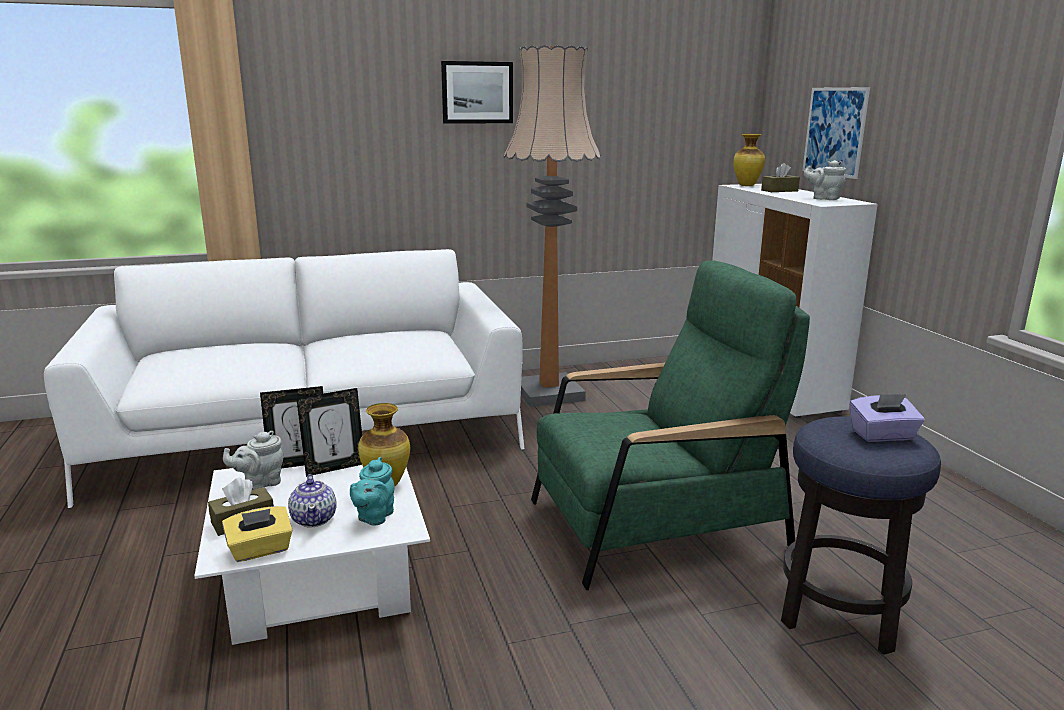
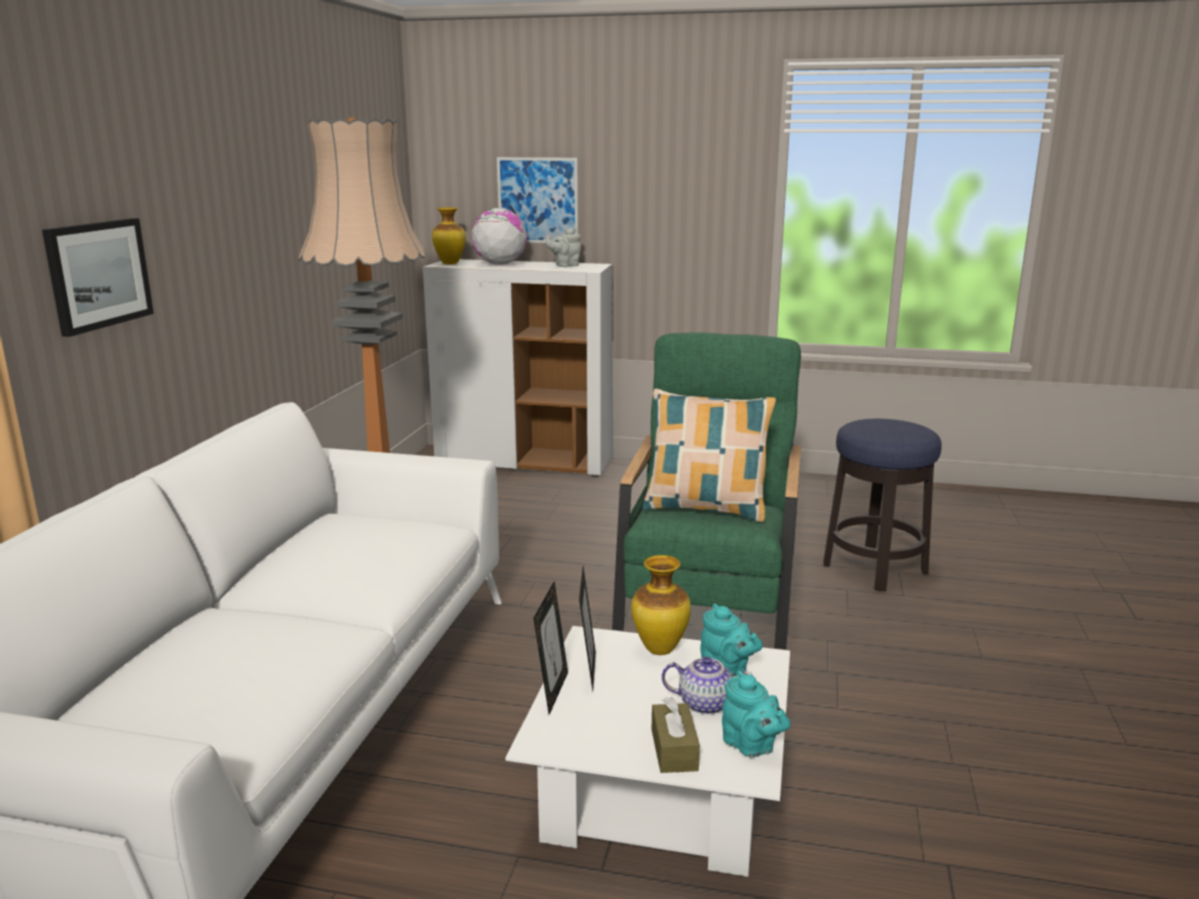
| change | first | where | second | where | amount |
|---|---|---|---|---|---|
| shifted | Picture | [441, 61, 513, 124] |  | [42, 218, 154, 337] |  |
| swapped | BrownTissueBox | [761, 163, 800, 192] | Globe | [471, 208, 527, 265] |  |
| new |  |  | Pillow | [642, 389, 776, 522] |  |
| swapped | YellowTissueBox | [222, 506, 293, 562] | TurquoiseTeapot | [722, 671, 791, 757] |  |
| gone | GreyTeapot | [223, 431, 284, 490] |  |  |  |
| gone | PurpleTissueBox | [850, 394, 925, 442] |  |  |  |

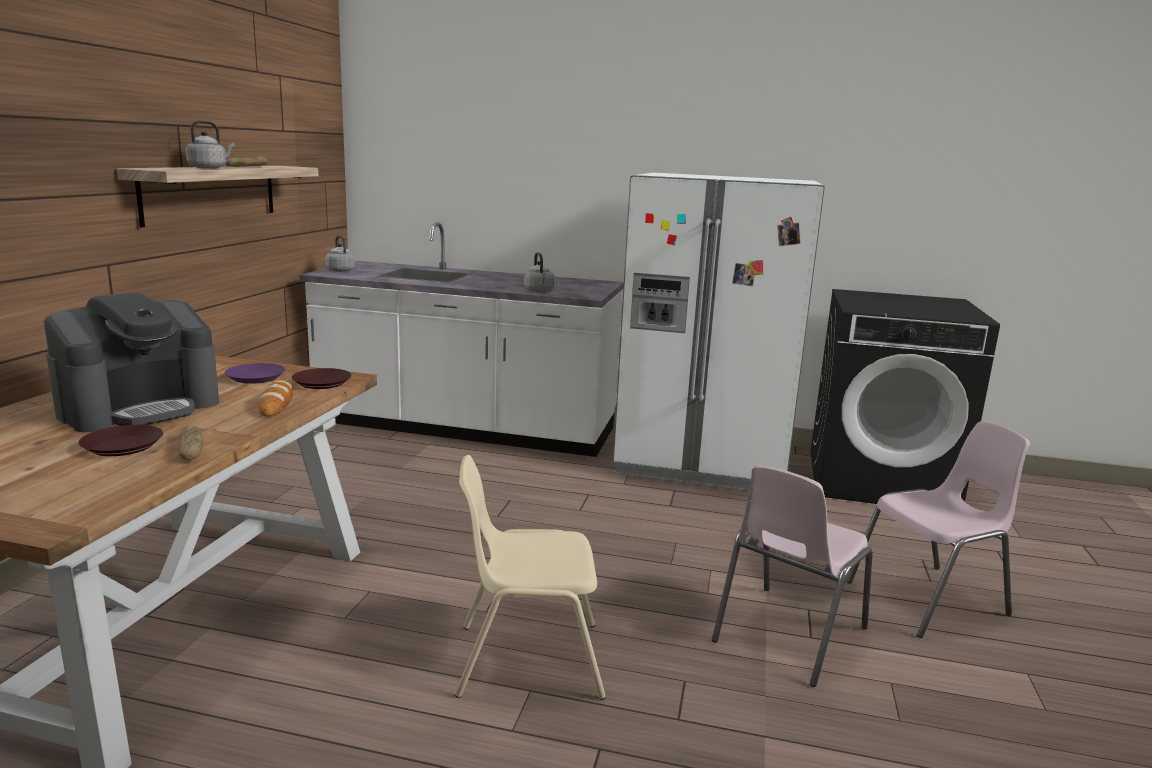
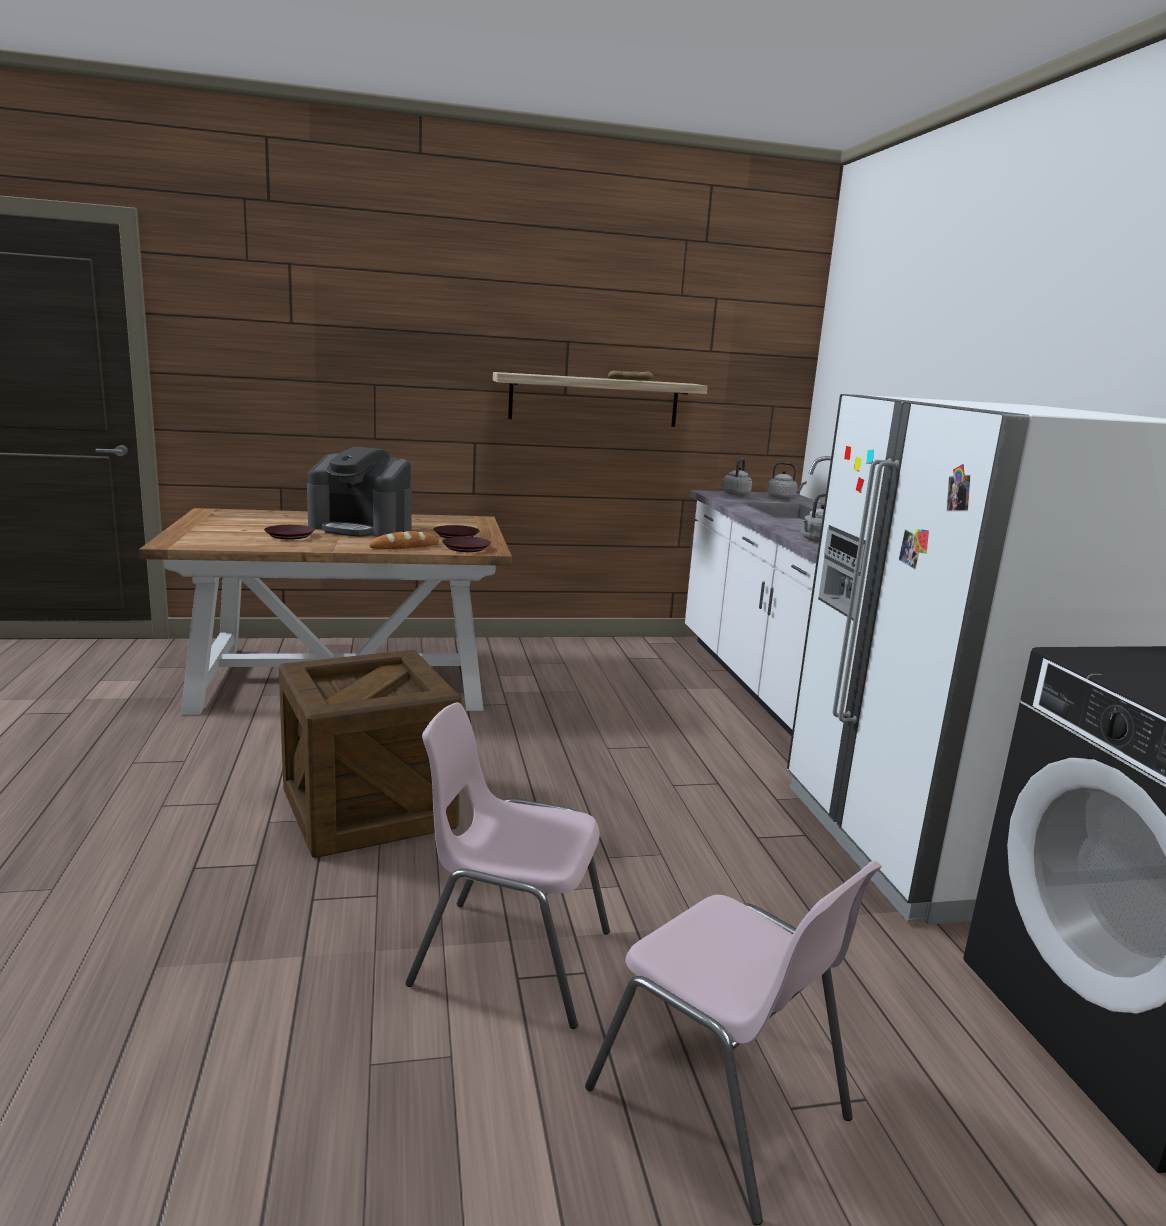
| change | first | where | second | where | amount |
|---|---|---|---|---|---|
| swapped | BeigeChair | [455, 455, 606, 700] | Crate | [279, 650, 462, 858] |  |
| repainted | PurplePlate | [225, 363, 285, 384] | BrownPlate | [433, 525, 480, 538] |  |
| shifted | GreyKettle | [185, 120, 235, 169] |  | [767, 462, 807, 500] |  |
| gone | Bread | [178, 426, 203, 460] |  |  |  |

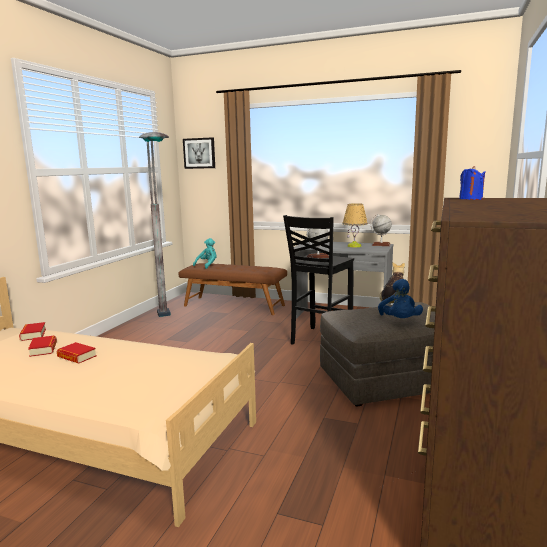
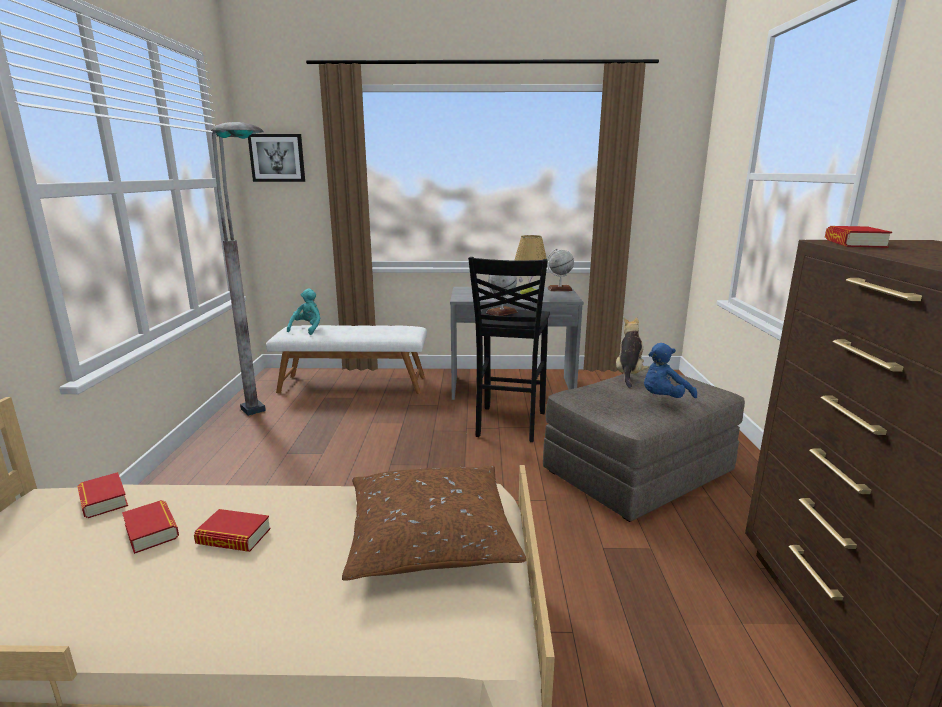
| change | first | where | second | where | amount |
|---|---|---|---|---|---|
| repainted | BrownBench | [179, 263, 287, 315] | WhiteBench | [266, 325, 427, 394] |  |
| new |  |  | BrownPillow | [342, 465, 526, 581] |  |
| rotated | BluePlushToy | [378, 279, 423, 318] |  | [644, 343, 697, 398] | 75 degrees clockwise |
| swapped | BlueCandle | [459, 166, 486, 200] | Book | [825, 226, 892, 248] |  |

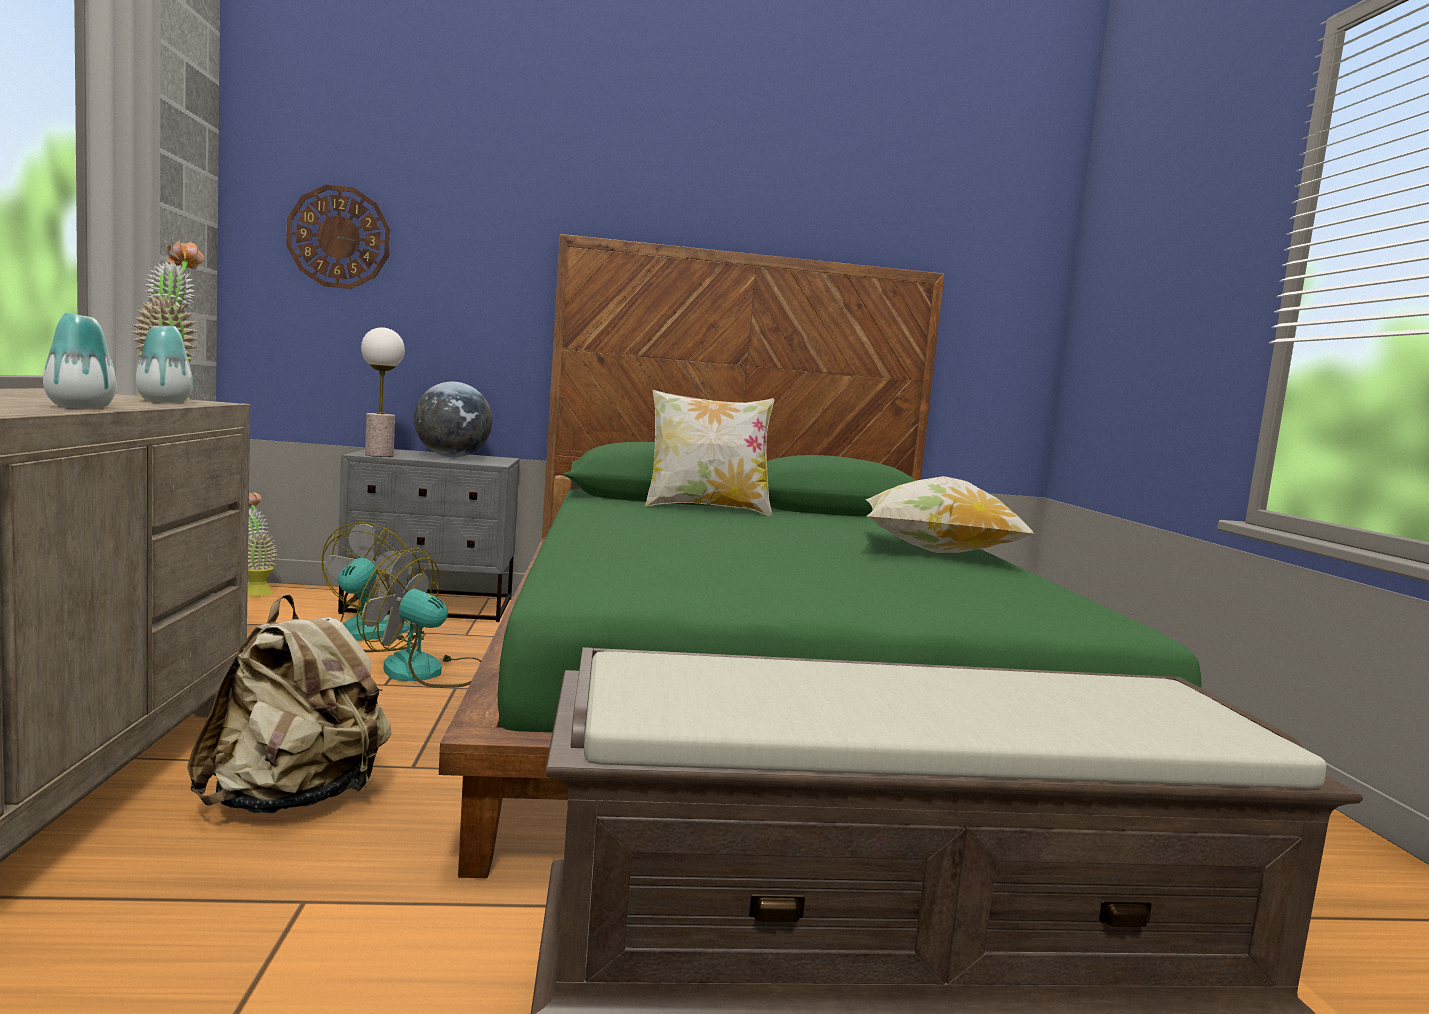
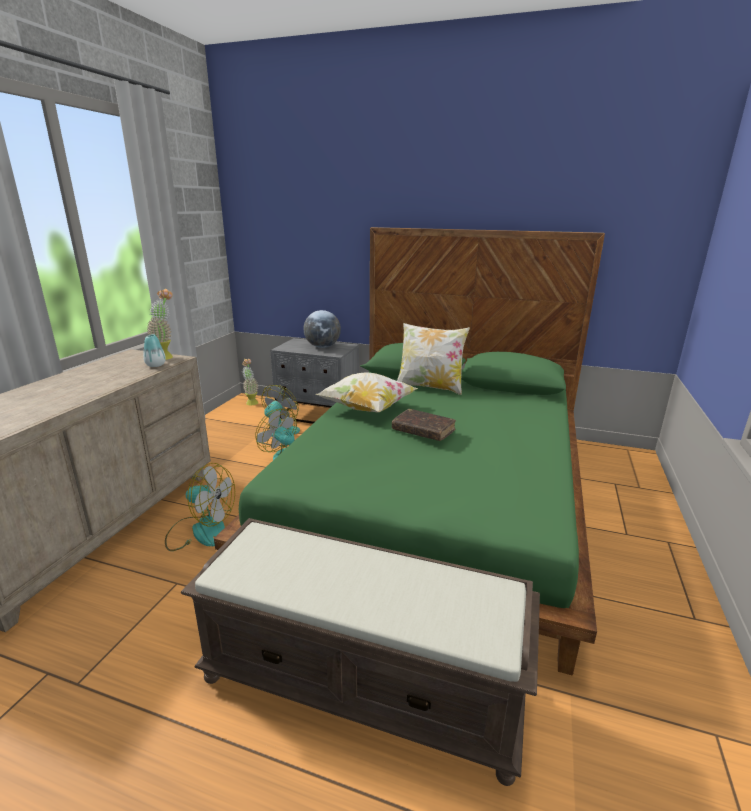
| change | first | where | second | where | amount |
|---|---|---|---|---|---|
| swapped | BeigeBackpack | [187, 594, 391, 813] | Fan | [165, 463, 235, 551] |  |
| shifted | Pillow | [866, 476, 1035, 553] |  | [315, 372, 418, 413] |  |
| new |  |  | BrownBook | [392, 409, 456, 441] |  |
| gone | Vase | [43, 312, 117, 408] |  |  |  |
| gone | WallClock | [286, 185, 390, 289] |  |  |  |
| gone | TableLamp | [361, 327, 405, 457] |  |  |  |

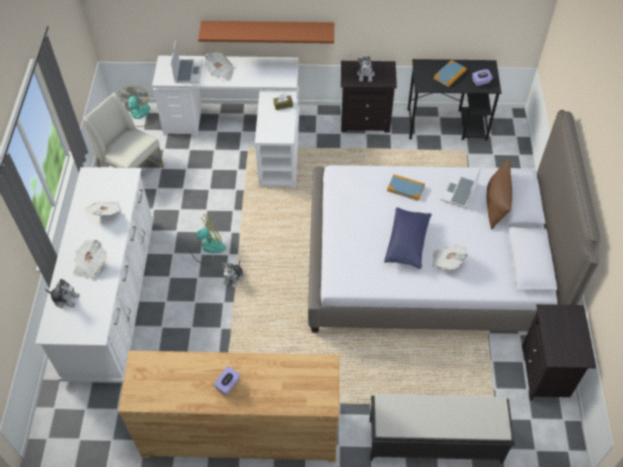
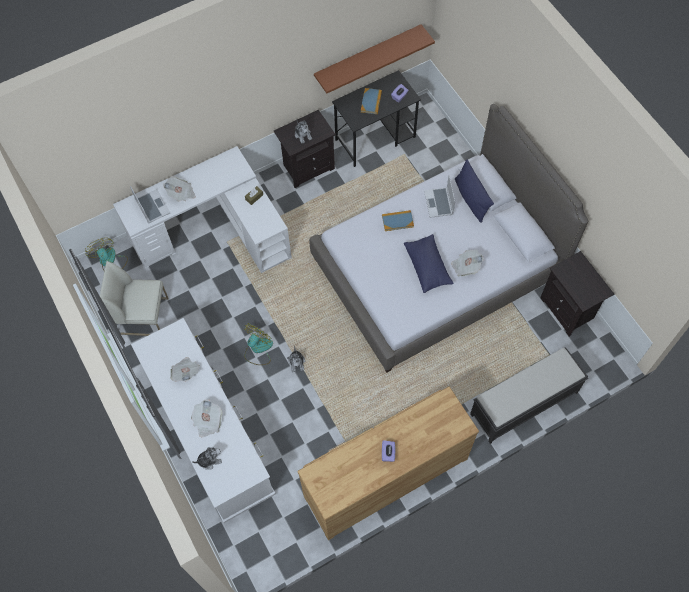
| change | first | where | second | where | amount |
|---|---|---|---|---|---|
| shifted | BrownShelf | [198, 21, 334, 44] |  | [314, 24, 435, 94] |  |
| repainted | BrownPillow | [486, 158, 512, 230] | BluePillow | [455, 160, 494, 223] |  |

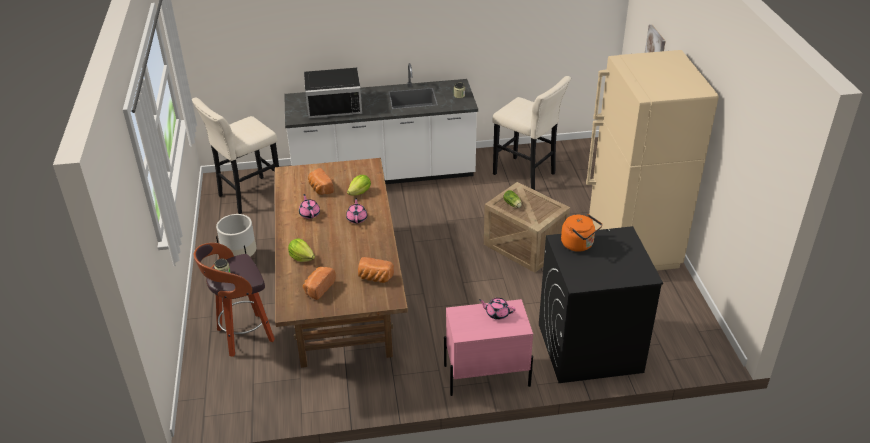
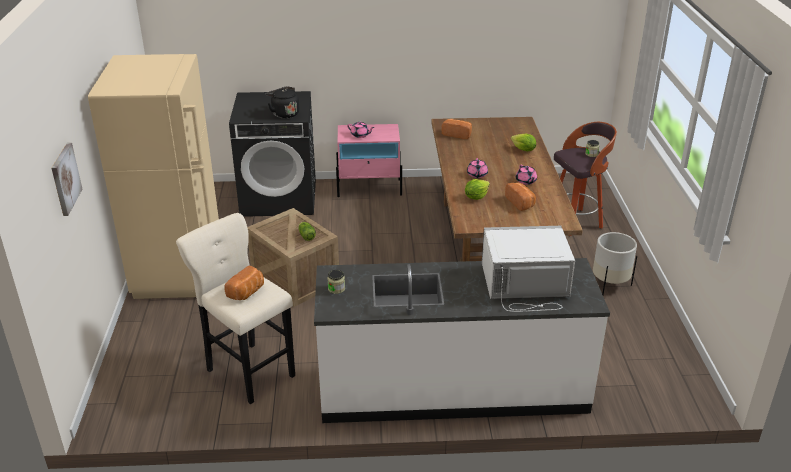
| change | first | where | second | where | amount |
|---|---|---|---|---|---|
| shifted | Bread | [303, 267, 336, 300] |  | [225, 266, 264, 300] |  |
| repainted | OrangeKettle | [561, 214, 602, 252] | BlackKettle | [266, 86, 300, 118] |  |
| repainted | BlackMicrowave | [304, 68, 362, 118] | WhiteMicrowave | [482, 226, 575, 312] |  |
| gone | BeigeStool | [192, 97, 279, 214] |  |  |  |

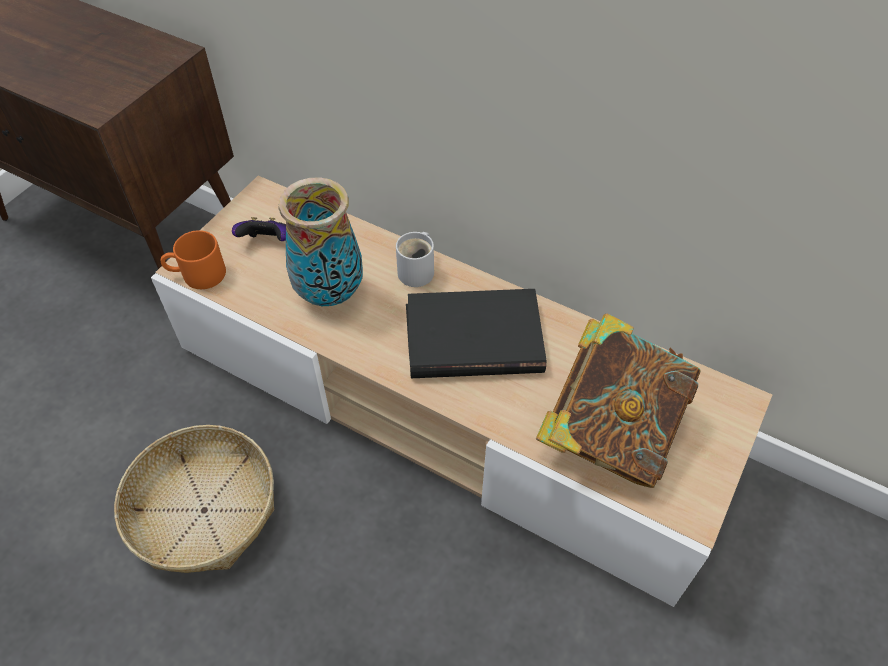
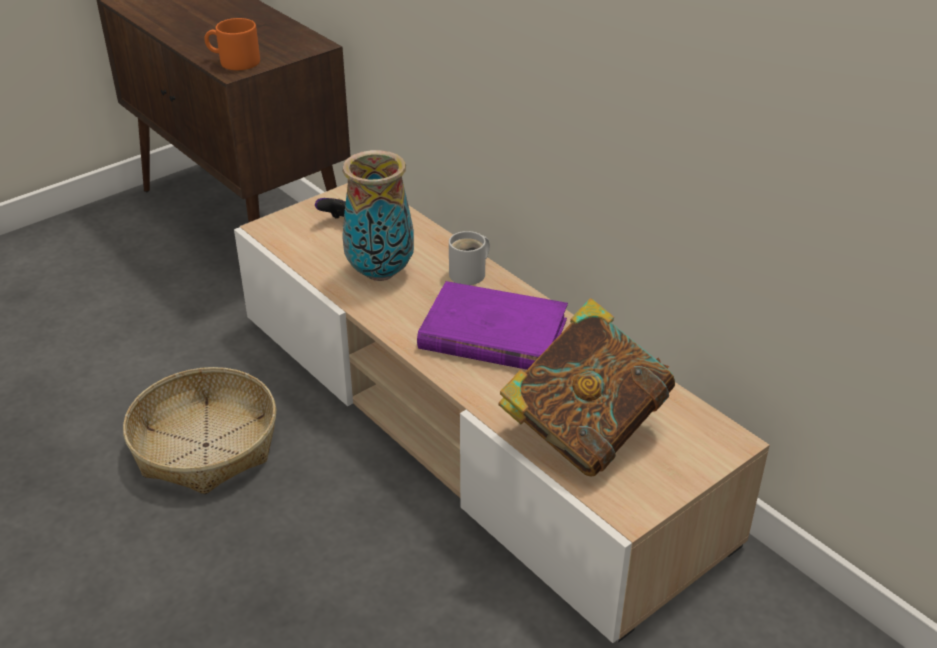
| change | first | where | second | where | amount |
|---|---|---|---|---|---|
| shifted | OrangeMug | [161, 230, 226, 289] |  | [205, 18, 260, 70] |  |
| repainted | BlackBook | [406, 289, 546, 378] | PurpleBook | [417, 281, 568, 370] |  |

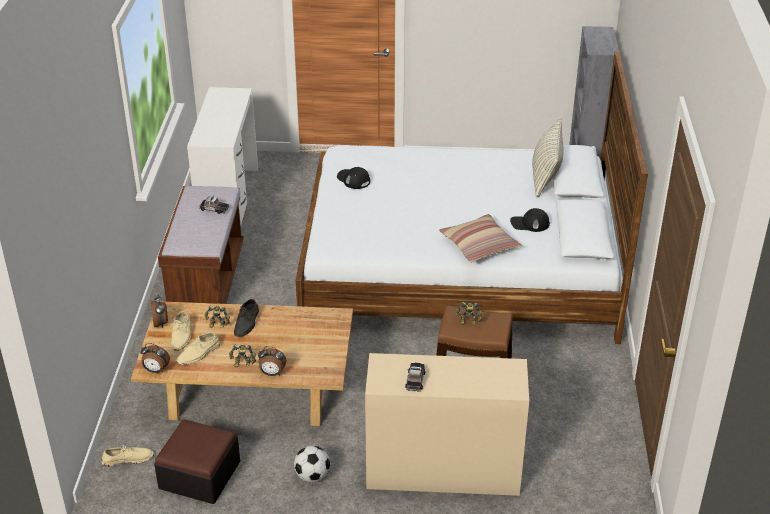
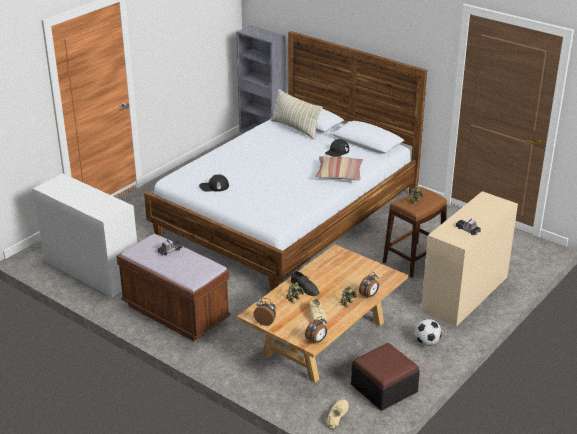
| change | first | where | second | where | amount |
|---|---|---|---|---|---|
| gone | BeigeShoe | [171, 311, 191, 351] |  |  |  |

